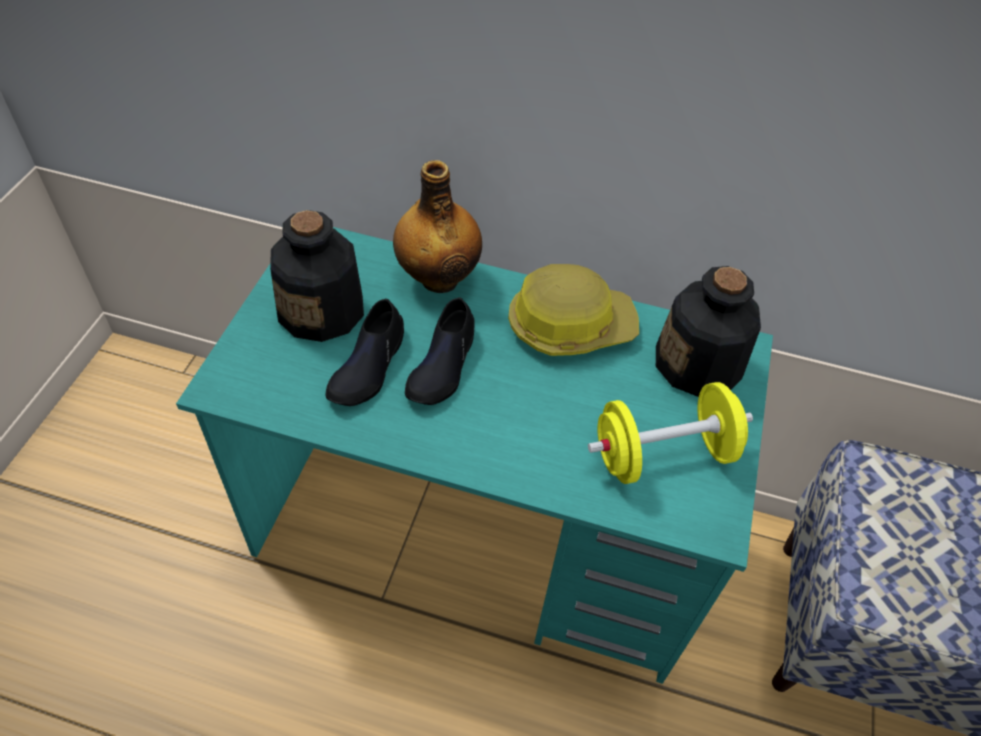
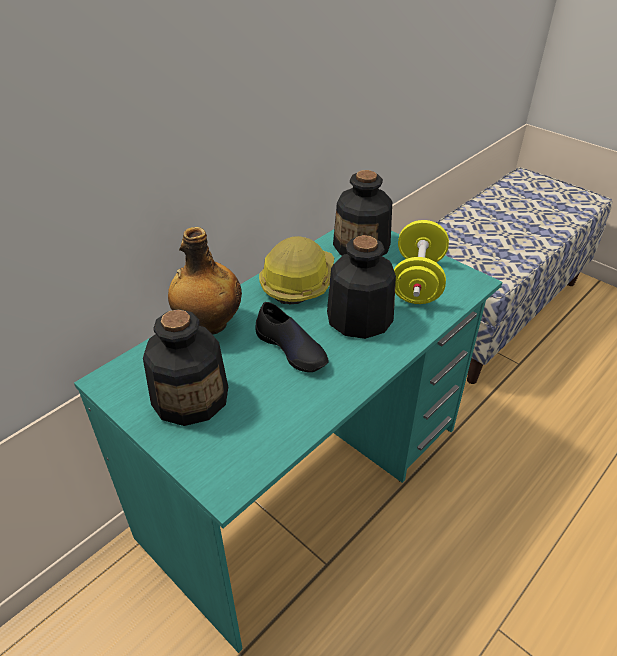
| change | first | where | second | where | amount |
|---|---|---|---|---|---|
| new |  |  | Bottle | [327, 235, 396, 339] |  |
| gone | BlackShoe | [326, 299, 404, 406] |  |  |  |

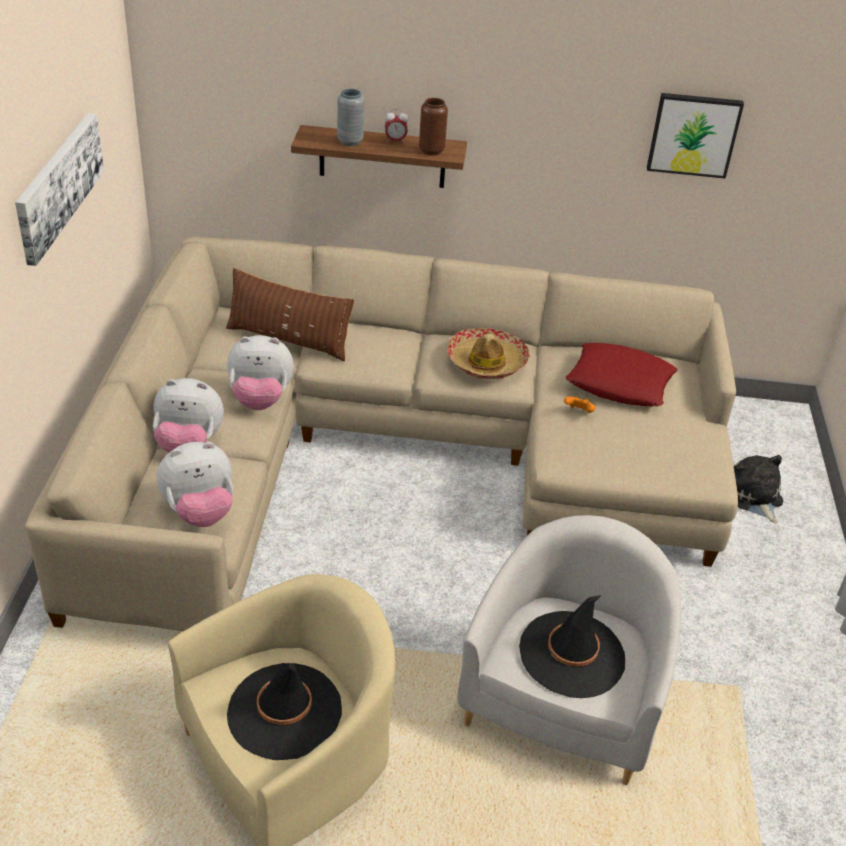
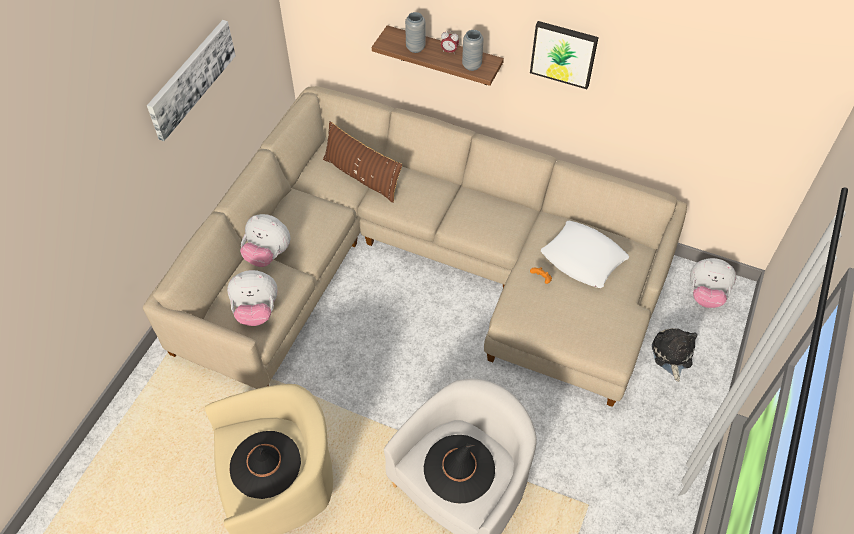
| change | first | where | second | where | amount |
|---|---|---|---|---|---|
| repainted | BrownVase | [419, 98, 448, 155] | GreyVase | [462, 30, 484, 71] |  |
| shifted | Picture | [647, 93, 744, 179] |  | [530, 21, 599, 89] |  |
| repainted | RedPillow | [566, 343, 678, 406] | WhitePillow | [541, 221, 629, 288] |  |
| shifted | PlushToy | [227, 335, 294, 410] |  | [690, 258, 736, 308] |  |
| gone | Hat | [447, 328, 530, 379] |  |  |  |

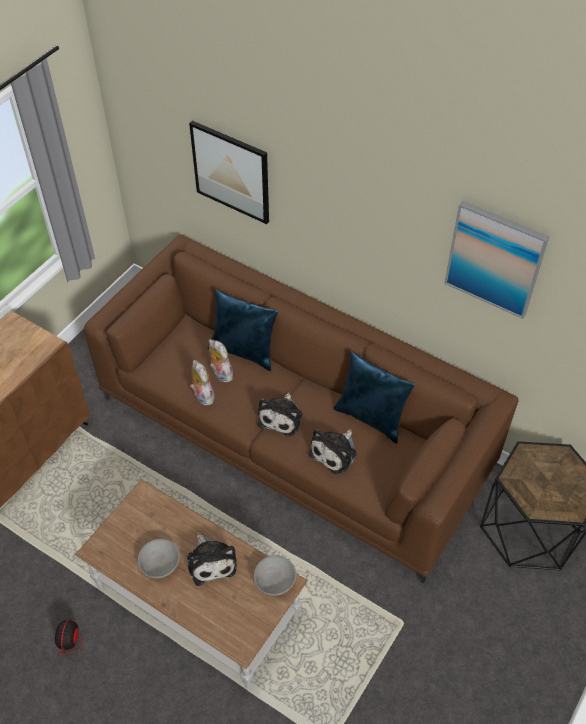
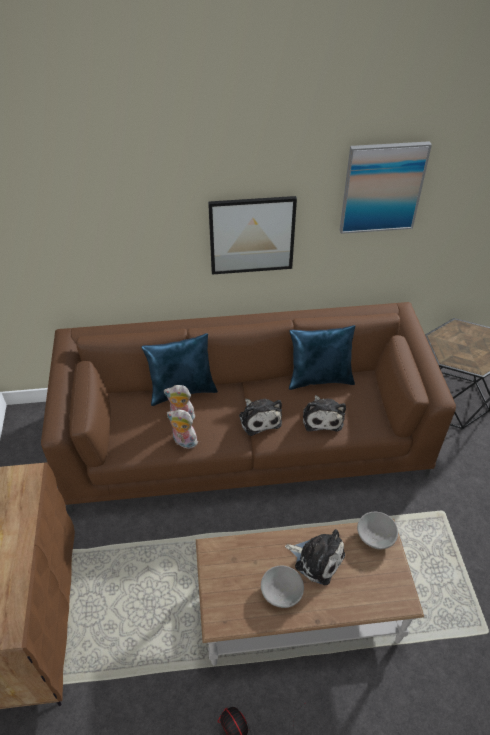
| change | first | where | second | where | amount |
|---|---|---|---|---|---|
| shifted | Picture | [189, 121, 269, 224] |  | [208, 196, 297, 275] |  |

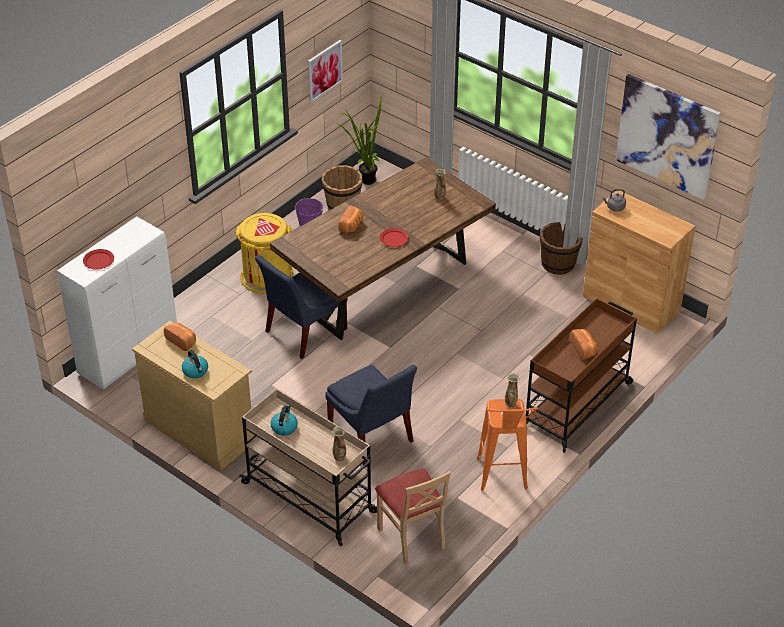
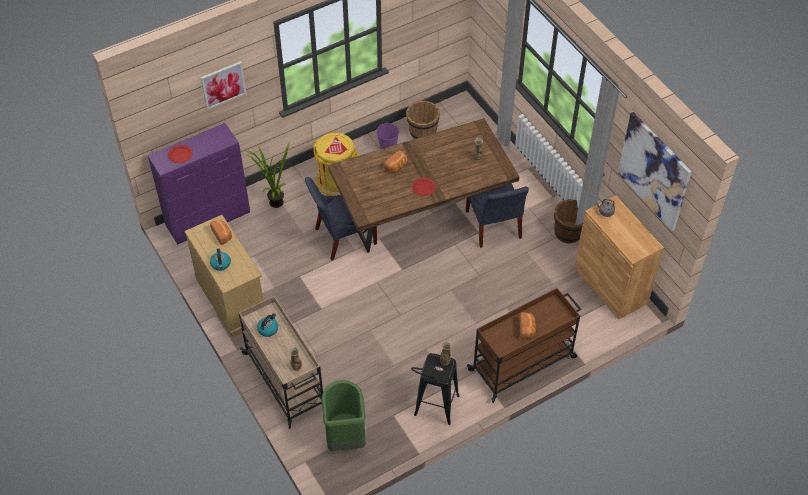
| change | first | where | second | where | amount |
|---|---|---|---|---|---|
| repainted | WhiteCabinet | [57, 217, 177, 390] | PurpleCabinet | [148, 123, 250, 245] |  |
| shifted | Picture | [308, 40, 343, 102] |  | [201, 61, 246, 110] |  |
| shifted | PottedPlant | [337, 96, 382, 185] |  | [245, 142, 290, 208] |  |
| swapped | BeigeChair | [375, 469, 451, 565] | GreenTrashCan | [322, 380, 366, 451] |  |
| repainted | OrangeStool | [477, 399, 538, 491] | BlackStool | [411, 353, 459, 425] |  |
| shifted | BlueChair | [325, 364, 417, 467] |  | [466, 183, 529, 248] |  |

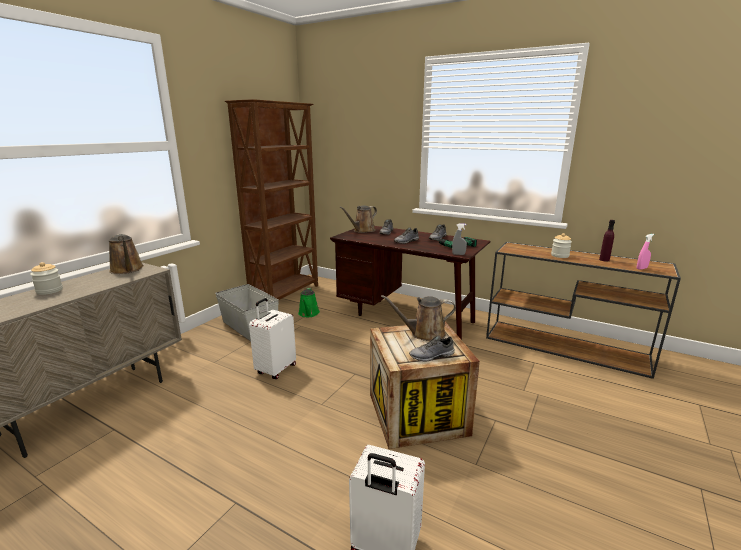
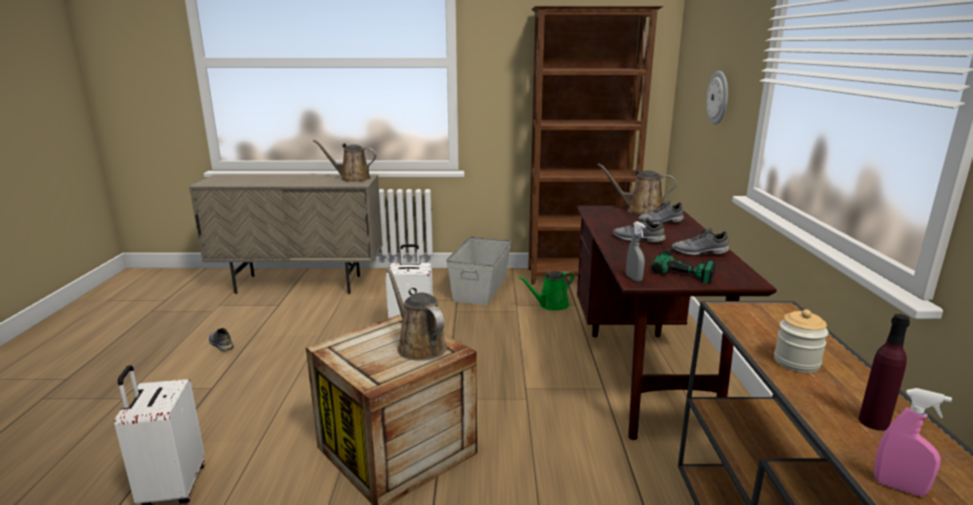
| change | first | where | second | where | amount |
|---|---|---|---|---|---|
| shifted | GreyShoe | [409, 335, 455, 361] |  | [209, 328, 234, 351] |  |
| rotated | BrownWateringCan | [109, 234, 144, 274] |  | [313, 140, 377, 182] | 75 degrees clockwise |
| new |  |  | WallClock | [706, 71, 728, 125] |  |
| gone | Jar | [30, 262, 63, 295] |  |  |  |

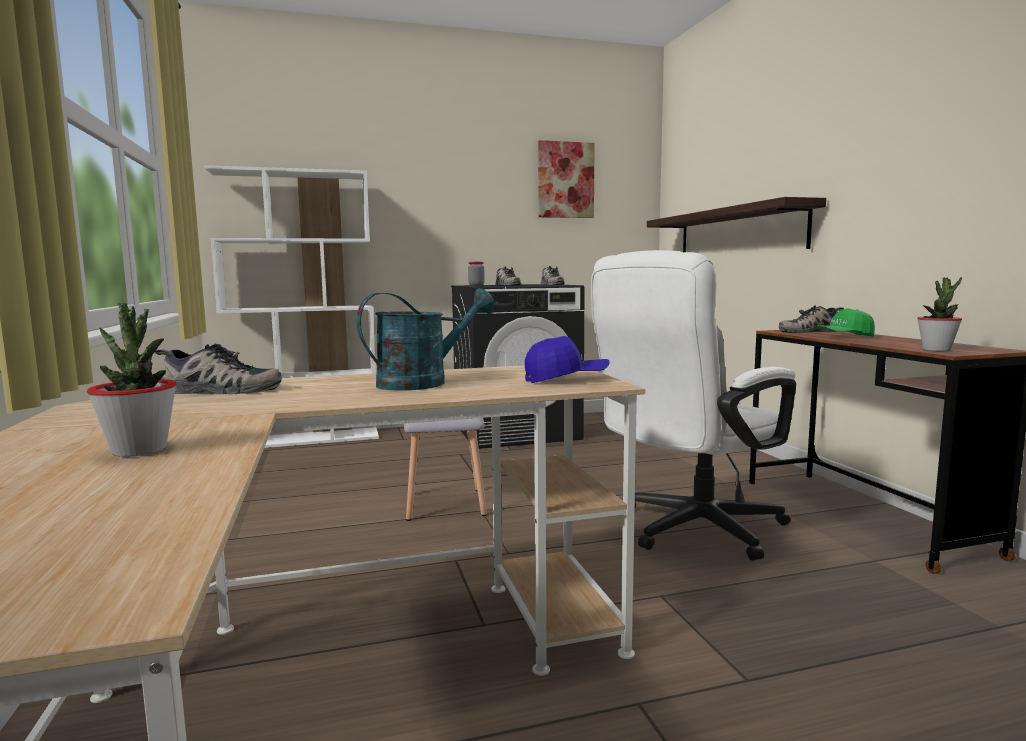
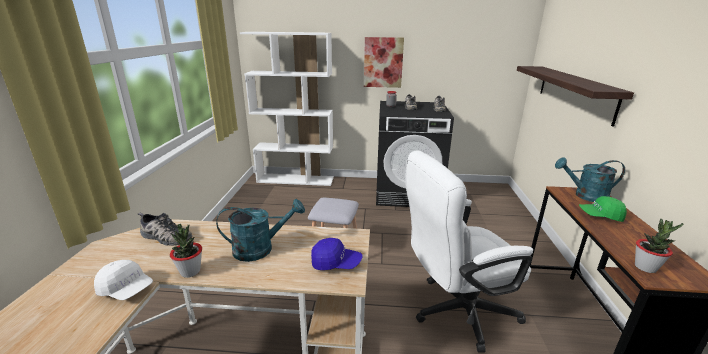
| change | first | where | second | where | amount |
|---|---|---|---|---|---|
| new |  |  | WhiteCap | [94, 260, 153, 300] |  |
| shifted | PottedPlant | [87, 303, 177, 457] |  | [170, 224, 202, 278] |  |
| shifted | Picture | [538, 140, 595, 218] |  | [364, 37, 404, 88] |  |
| swapped | Shoe | [779, 305, 844, 333] | TurquoiseWateringCan | [555, 157, 625, 202] |  |

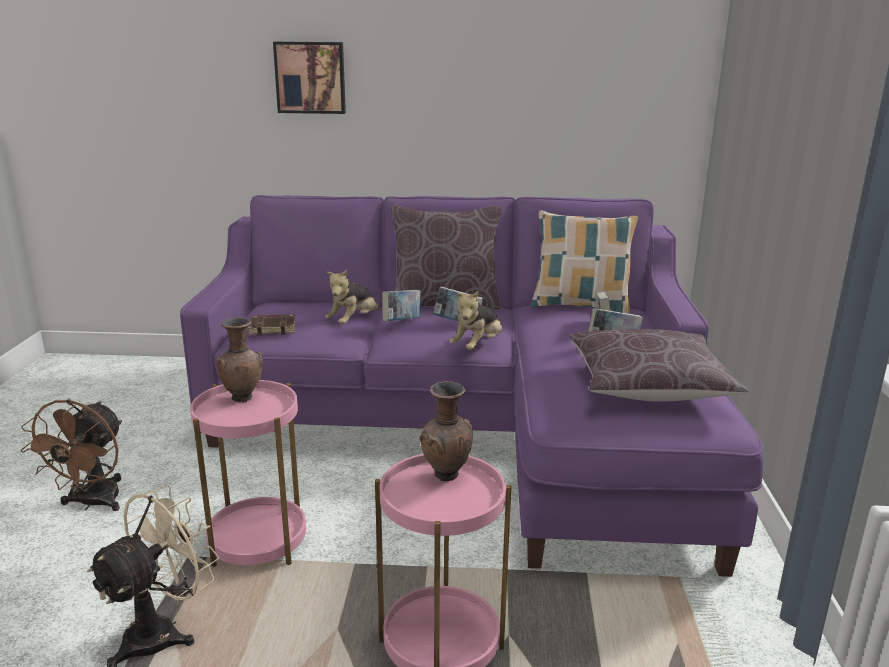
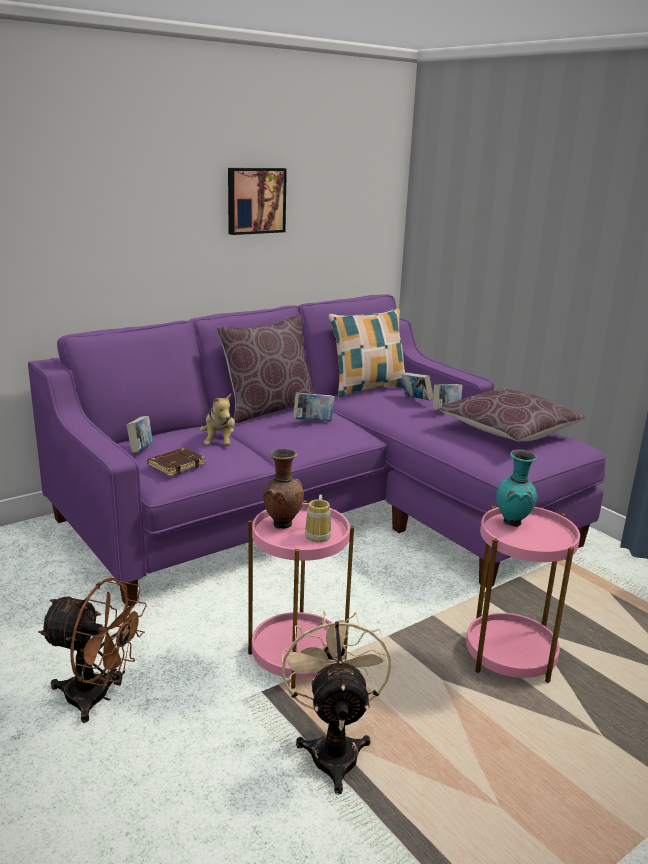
| change | first | where | second | where | amount |
|---|---|---|---|---|---|
| rotated | BrownFan | [21, 399, 122, 511] |  | [38, 578, 147, 723] | 45 degrees counterclockwise |
| shifted | Book | [382, 290, 421, 321] |  | [126, 416, 153, 453] |  |
| shifted | Picture | [273, 42, 346, 114] |  | [228, 168, 287, 235] |  |
| new |  |  | Mug | [305, 495, 331, 542] |  |
| repainted | BrownVase | [419, 381, 473, 482] | TurquoiseVase | [496, 450, 537, 527] |  |
| gone | PlushToy | [449, 290, 502, 350] |  |  |  |

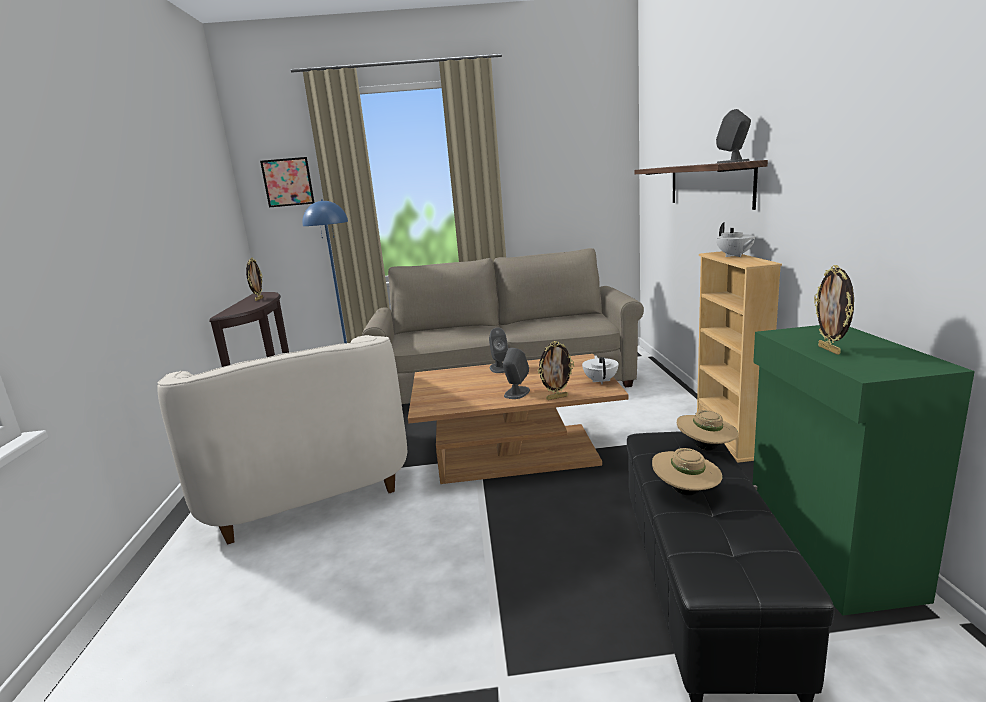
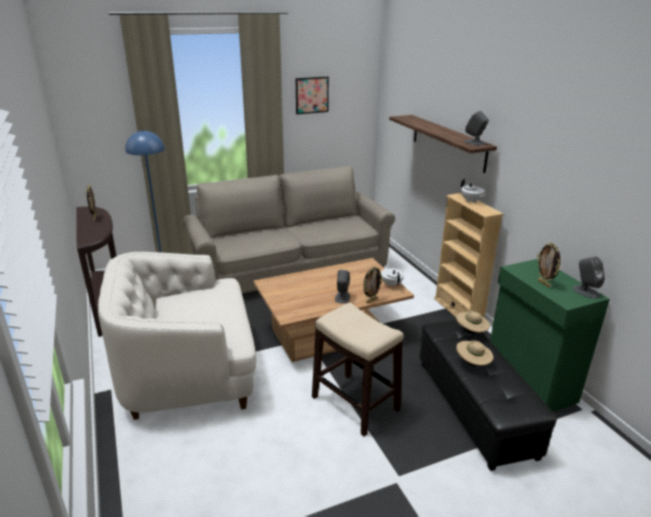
| change | first | where | second | where | amount |
|---|---|---|---|---|---|
| rotated | WhiteArmchair | [157, 335, 407, 545] |  | [98, 252, 256, 420] | 120 degrees clockwise |
| shifted | Picture | [260, 157, 315, 207] |  | [296, 77, 329, 114] |  |
| new |  |  | Stool | [312, 303, 404, 437] |  |
| shifted | GreySpeaker | [489, 328, 508, 373] |  | [572, 257, 605, 298] |  |

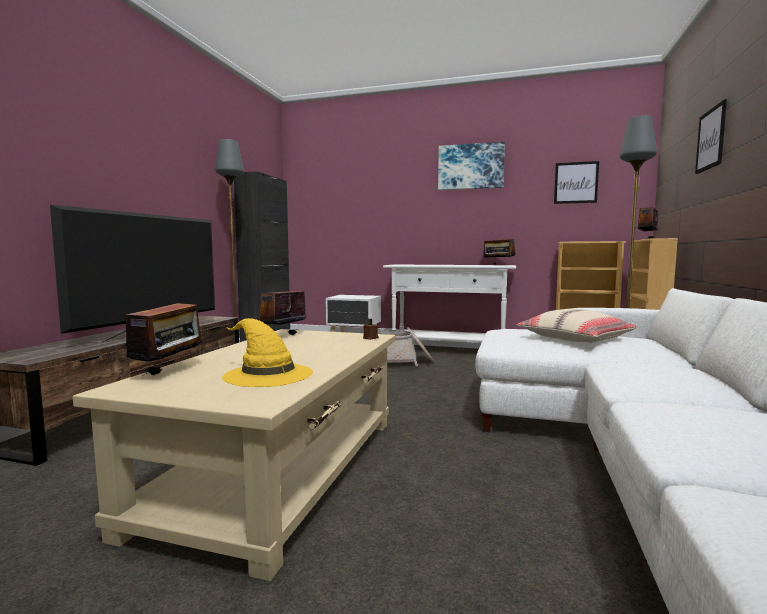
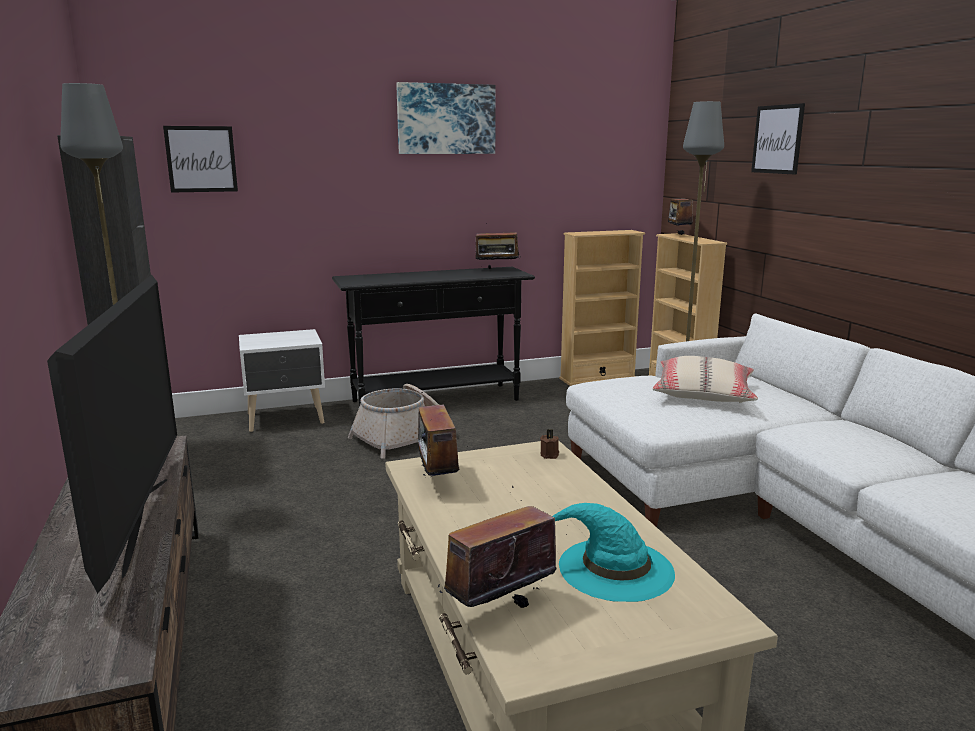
| change | first | where | second | where | amount |
|---|---|---|---|---|---|
| shifted | Picture | [554, 161, 599, 204] |  | [163, 126, 238, 193] |  |
| repainted | WhiteConsoleTable | [383, 265, 516, 343] | BlackConsoleTable | [332, 267, 535, 406] |  |
| rotated | Radio | [116, 291, 207, 375] |  | [438, 485, 567, 608] | 105 degrees counterclockwise |
| repainted | YellowHat | [222, 318, 313, 387] | TurquoiseHat | [553, 503, 675, 602] |  |

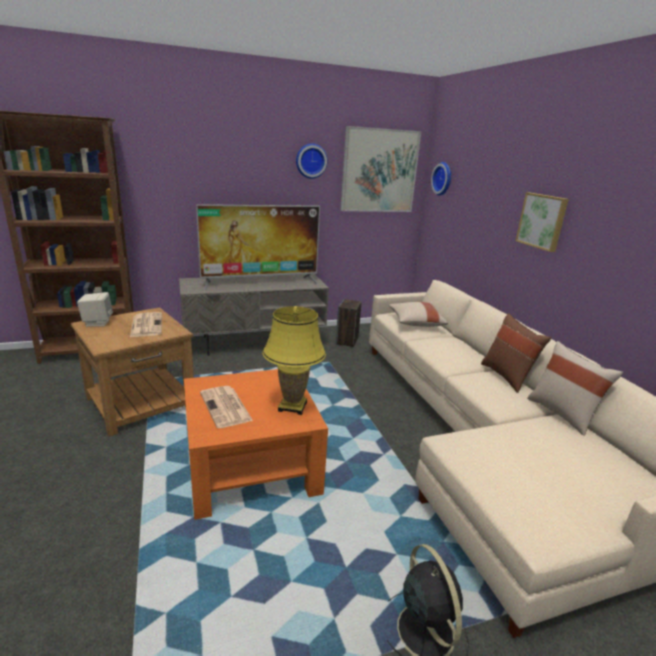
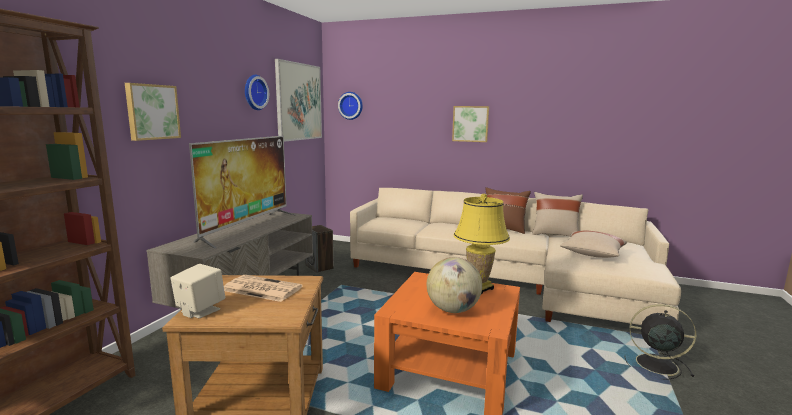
| change | first | where | second | where | amount |
|---|---|---|---|---|---|
| new |  |  | Picture | [125, 83, 181, 141] |  |
| swapped | Newspaper | [200, 386, 253, 428] | Globe | [427, 257, 482, 313] |  |
| shifted | BeigePillow | [389, 302, 448, 327] |  | [560, 230, 627, 258] |  |

